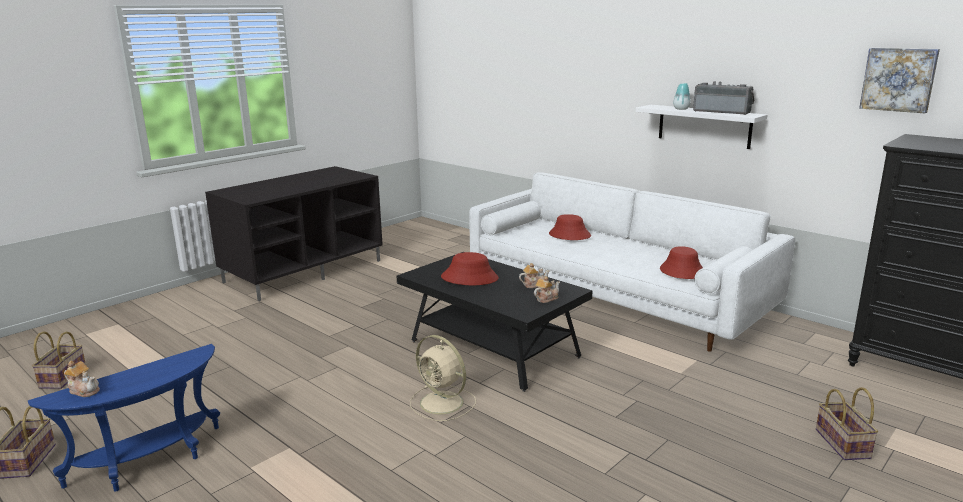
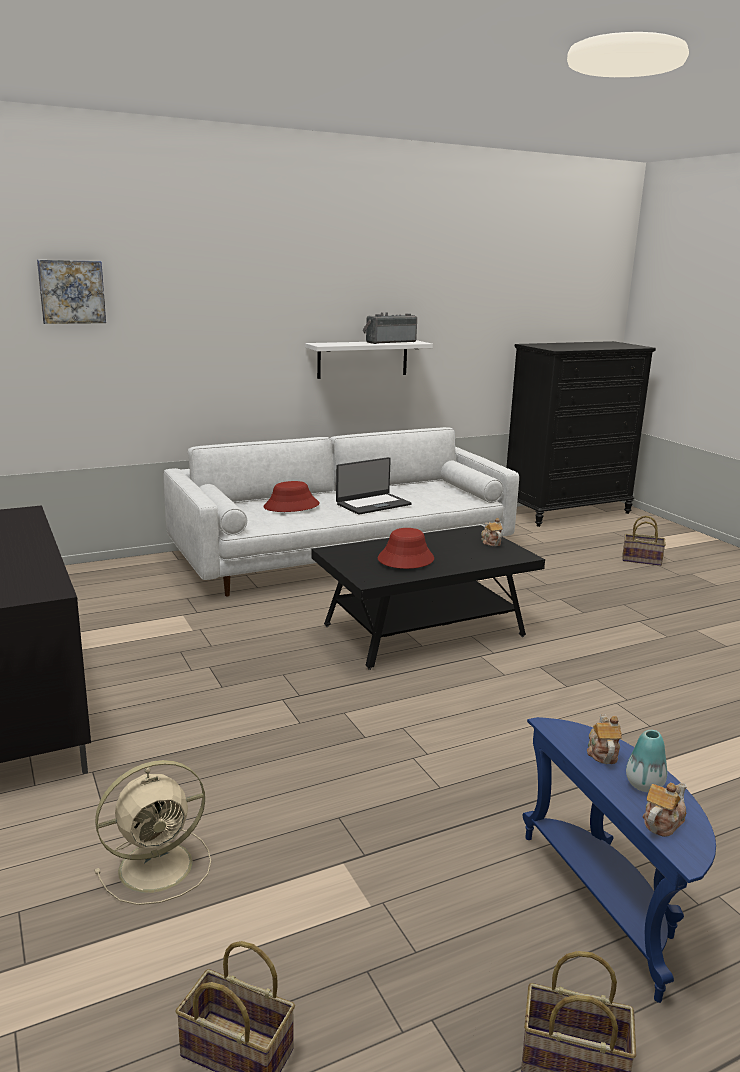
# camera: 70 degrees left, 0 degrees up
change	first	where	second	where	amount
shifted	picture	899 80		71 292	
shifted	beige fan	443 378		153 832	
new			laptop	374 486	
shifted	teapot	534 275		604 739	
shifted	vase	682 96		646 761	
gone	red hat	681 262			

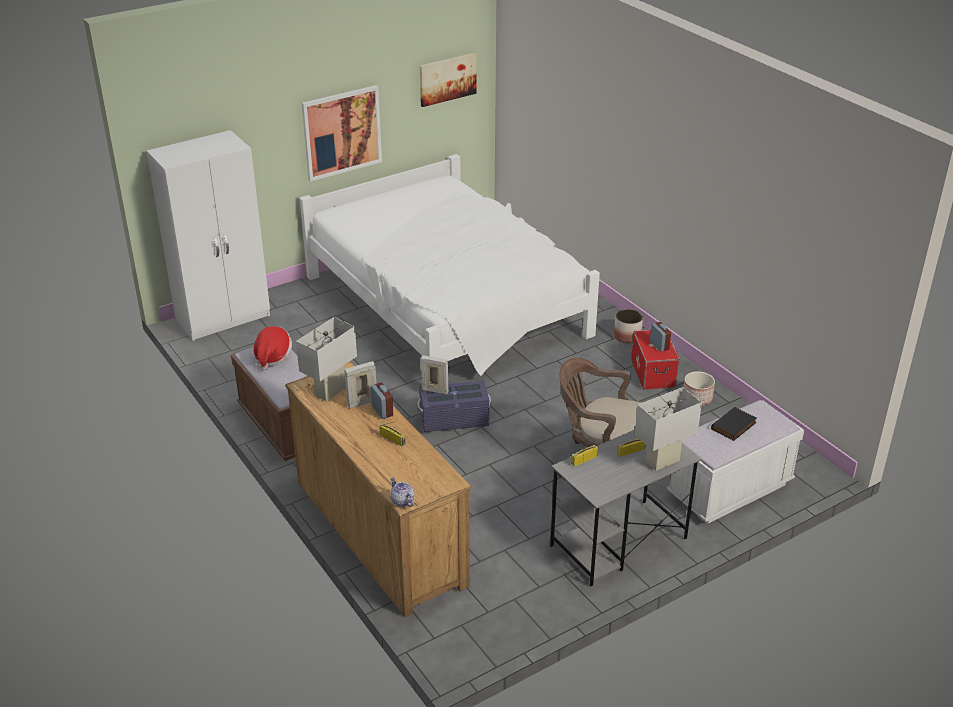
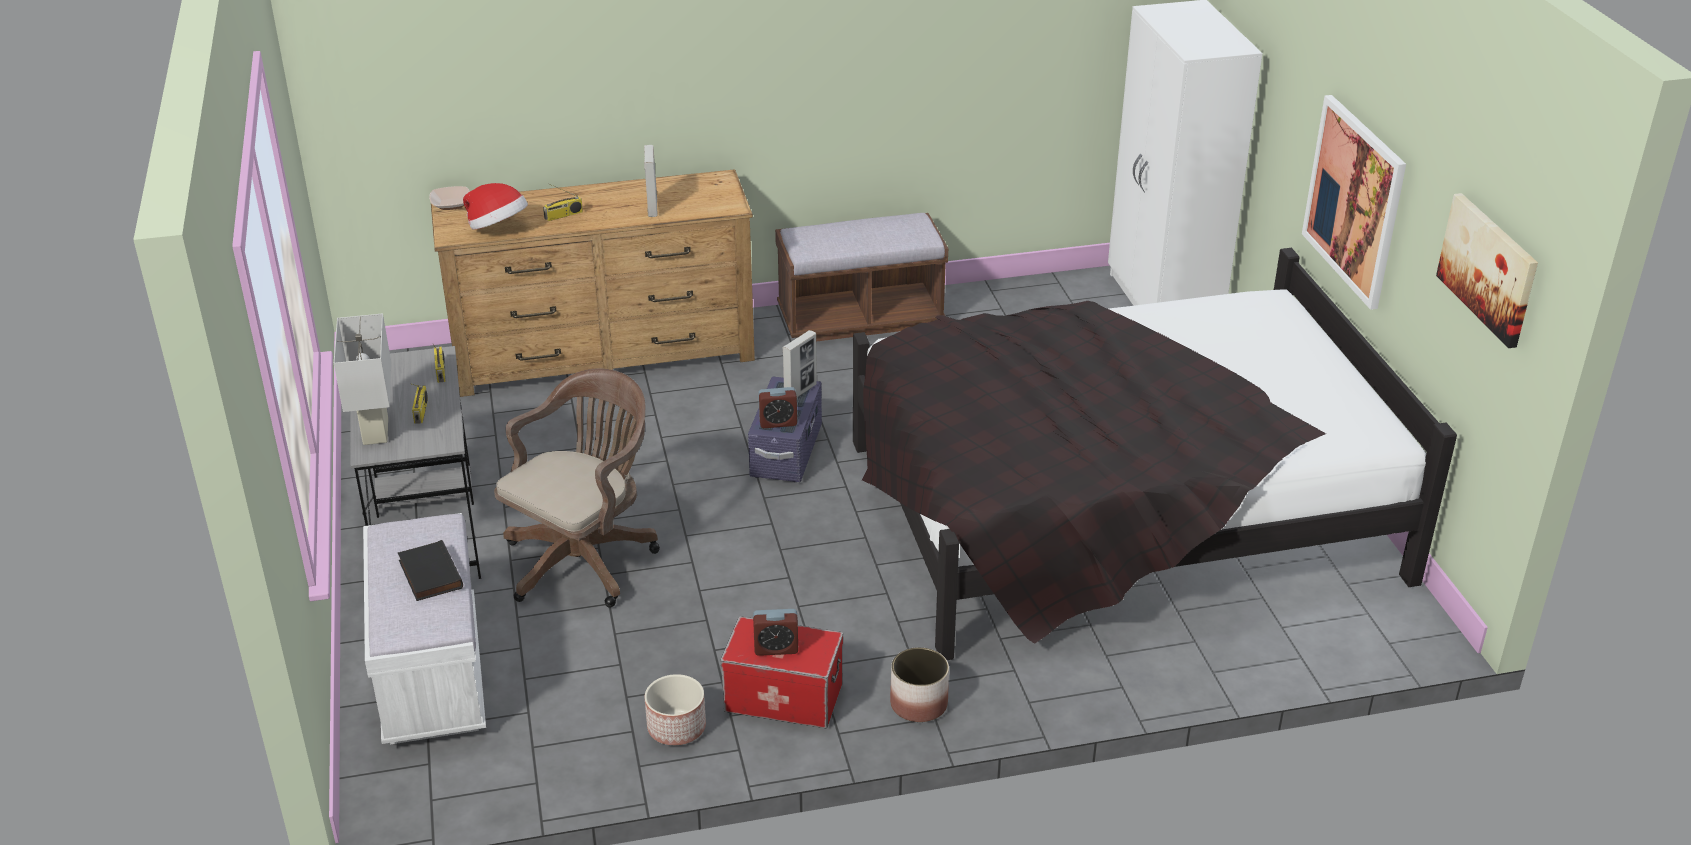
# camera: 110 degrees right, 0 degrees up
change	first	where	second	where	amount
swapped	teapot	402 492	bowl	449 198	
shifted	hat	272 348		495 206	
shifted	alarm clock	382 400		777 407	
repainted	white bed	450 265	black bed	1155 454	
gone	white table lamp	326 359			

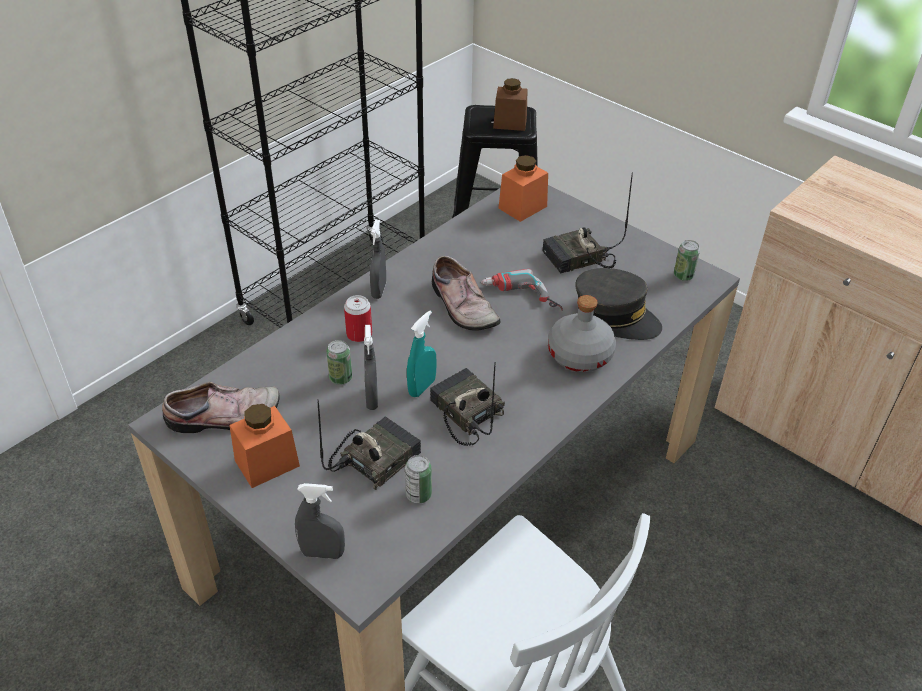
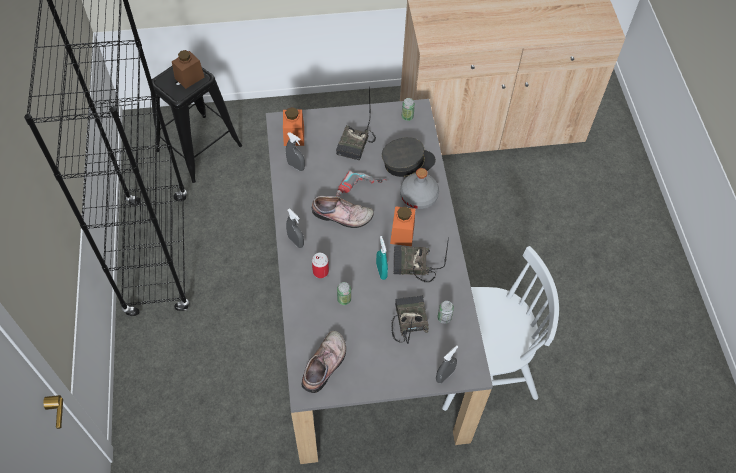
# camera: 50 degrees left, 15 degrees up
change	first	where	second	where	amount
shifted	grey spray bottle	371 367		295 151	
shifted	orange jar	264 446		402 226	

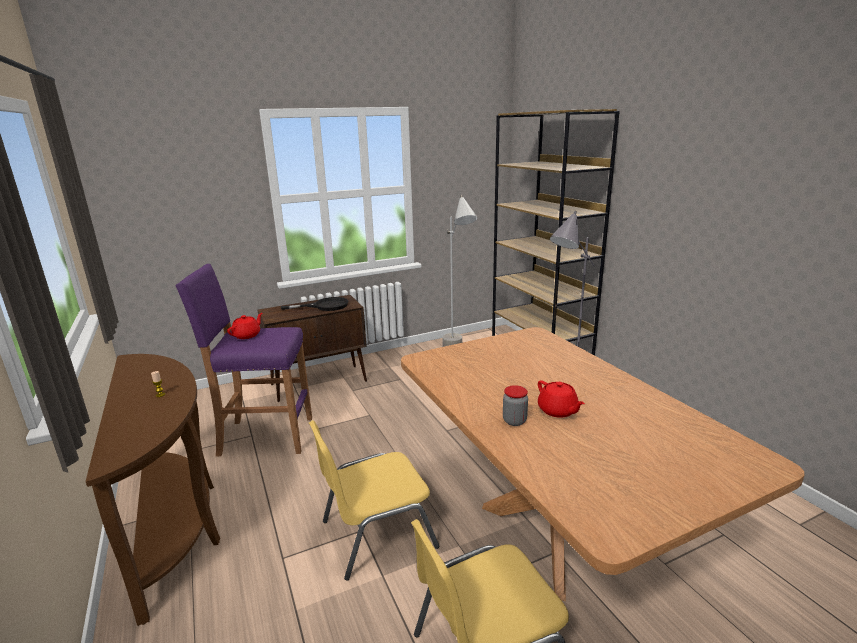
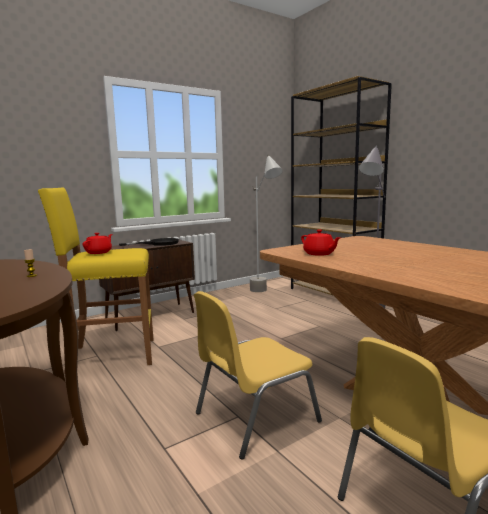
# camera: 10 degrees left, 10 degrees down
change	first	where	second	where	amount
repainted	purple stool	243 360	yellow stool	96 280	
shifted	red teapot	561 399		321 243	
gone	jar	515 405			

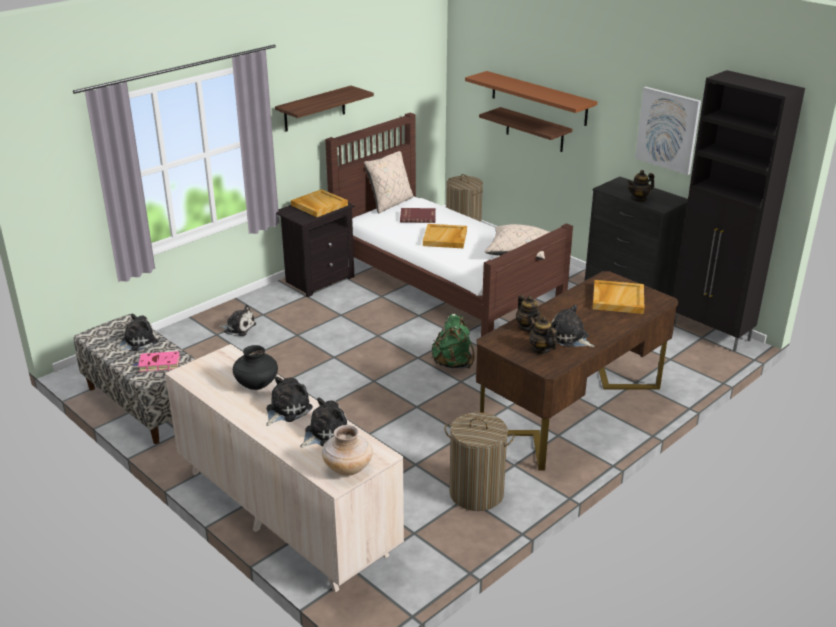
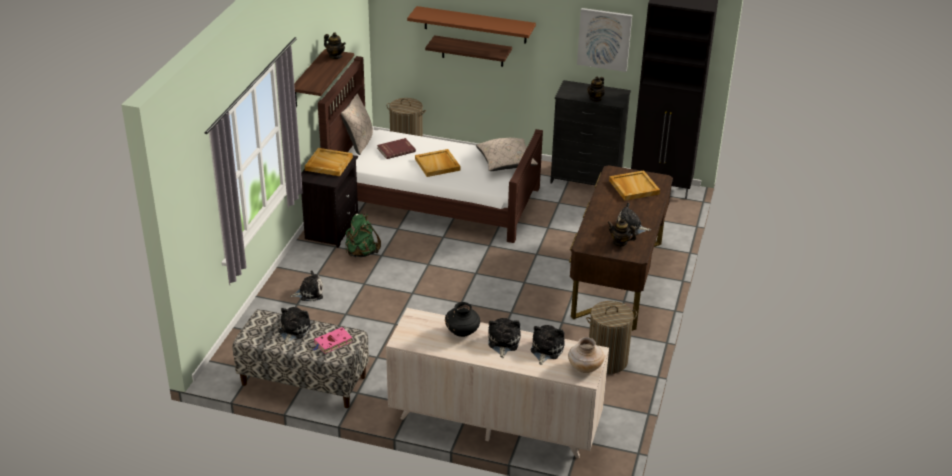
# camera: 30 degrees left, 5 degrees up
change	first	where	second	where	amount
shifted	teapot	528 313		335 45	
shifted	green backpack	453 341		363 235	

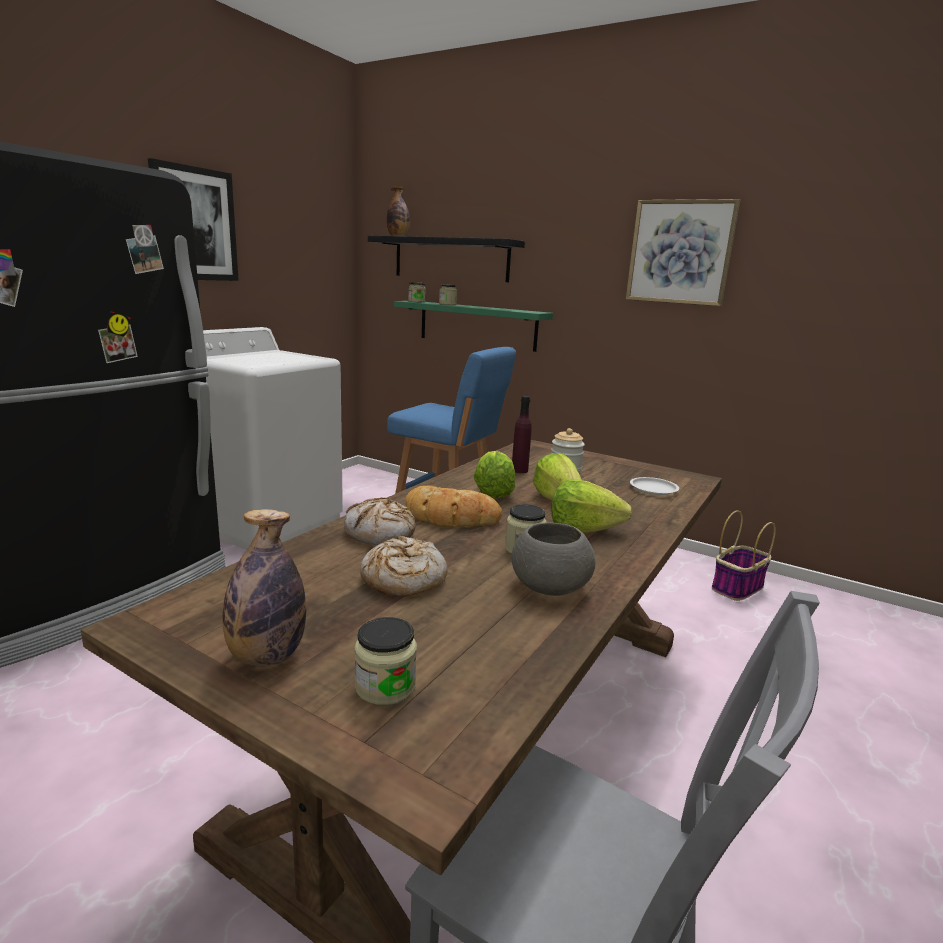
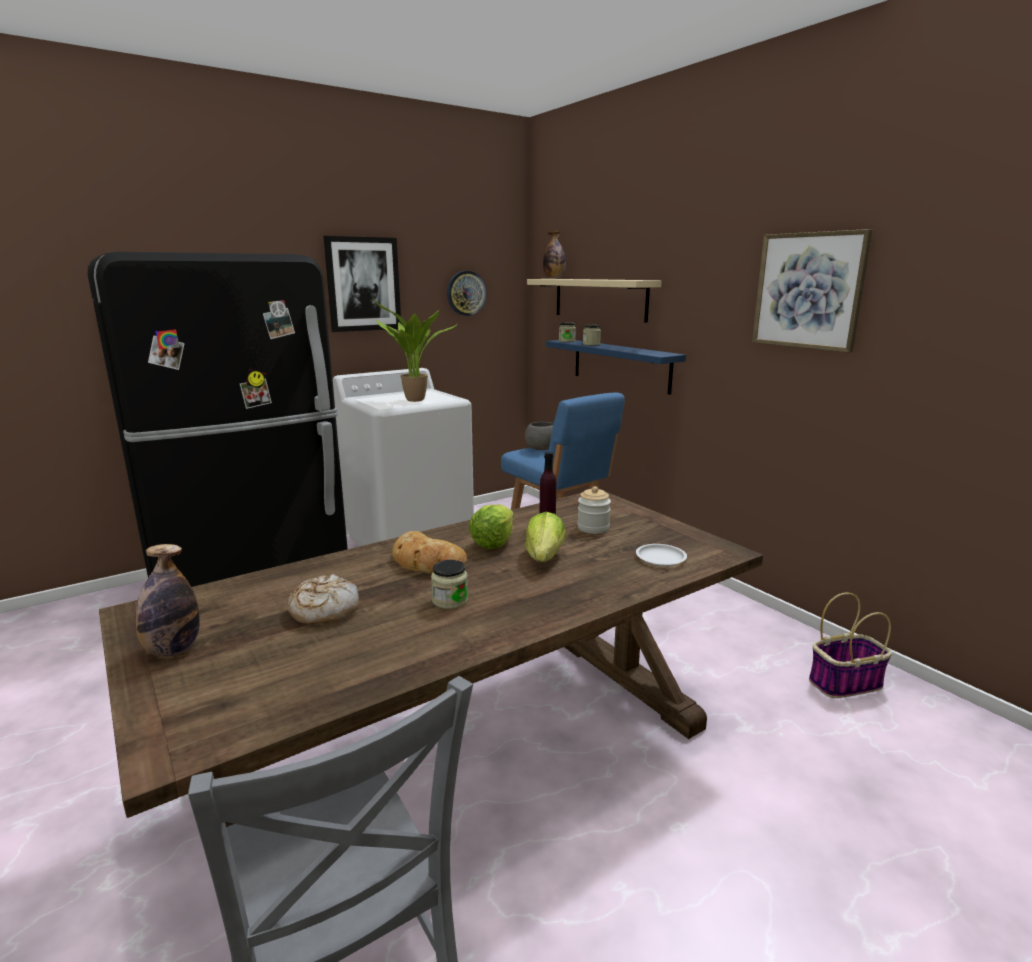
# camera: 25 degrees right, 0 degrees up
change	first	where	second	where	amount
new			potted plant	415 350	
new			wall clock	466 293	
shifted	grey bowl	553 559		539 436	
repainted	black shelf	446 259	beige shelf	594 301	
repainted	green shelf	473 326	blue shelf	616 367	
gone	bread	380 521			
gone	jar	386 661			
gone	lettuce	591 506			

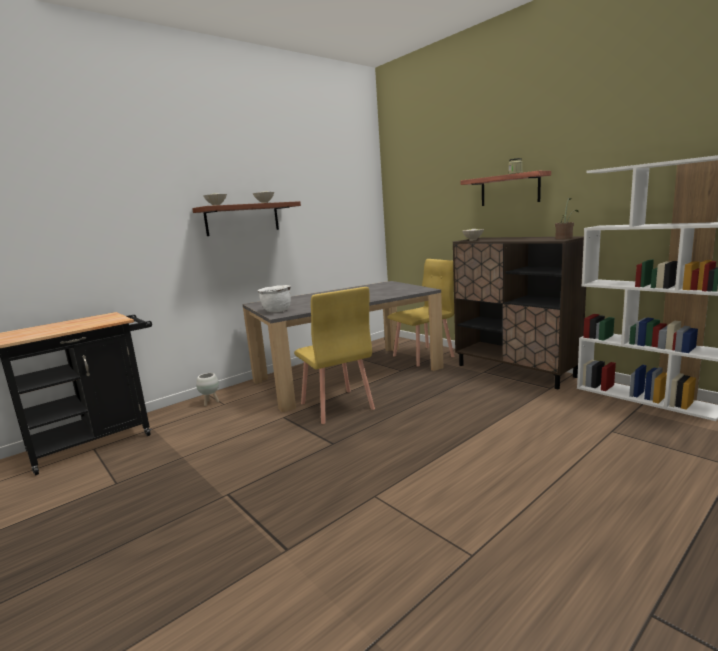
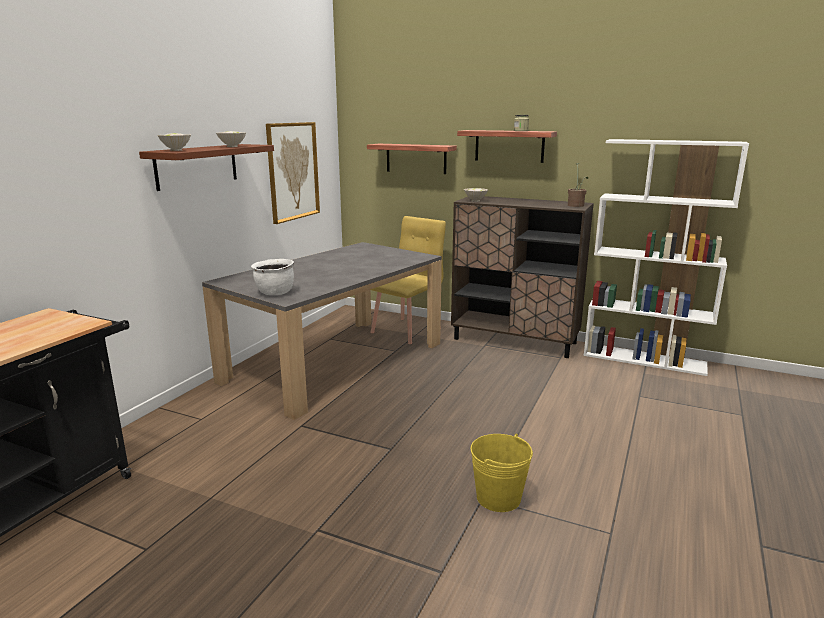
# camera: 25 degrees left, 5 degrees up
change	first	where	second	where	amount
new			picture	293 173	
new			shelf	412 159	
new			yellow bucket	502 472	
gone	white planter	207 389			
gone	yellow chair	334 355			

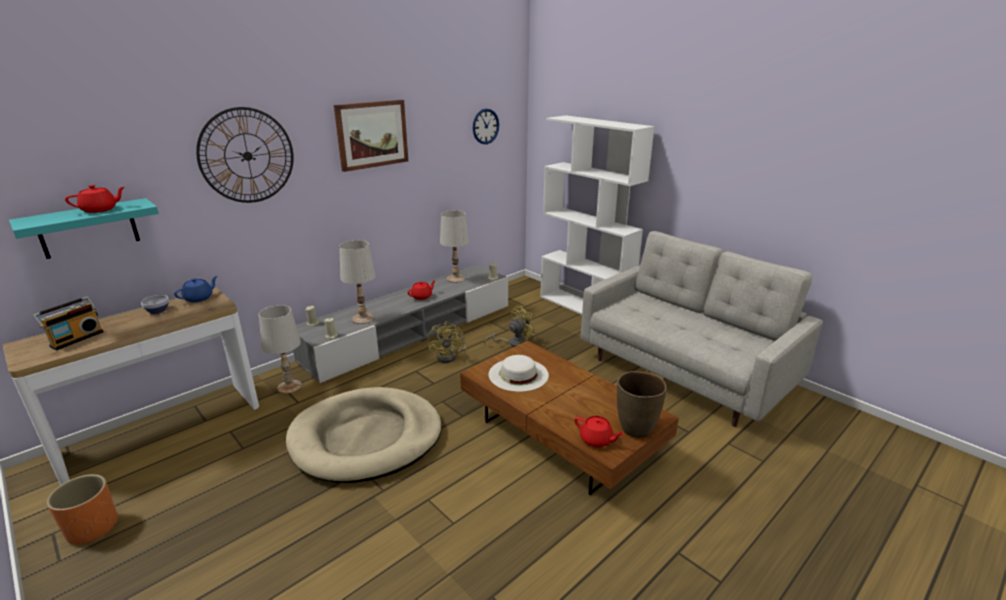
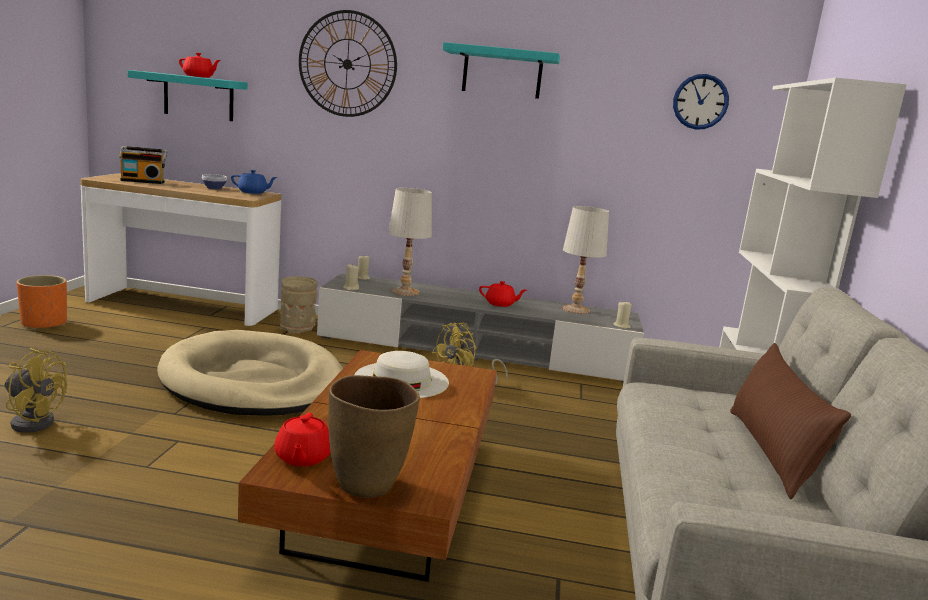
# camera: 50 degrees right, 10 degrees down
change	first	where	second	where	amount
shifted	yellow fan	510 326		35 390	
swapped	white table lamp	280 349	beige vase	299 305	
swapped	picture	371 136	turquoise shelf	501 70	
new			brown pillow	790 421	

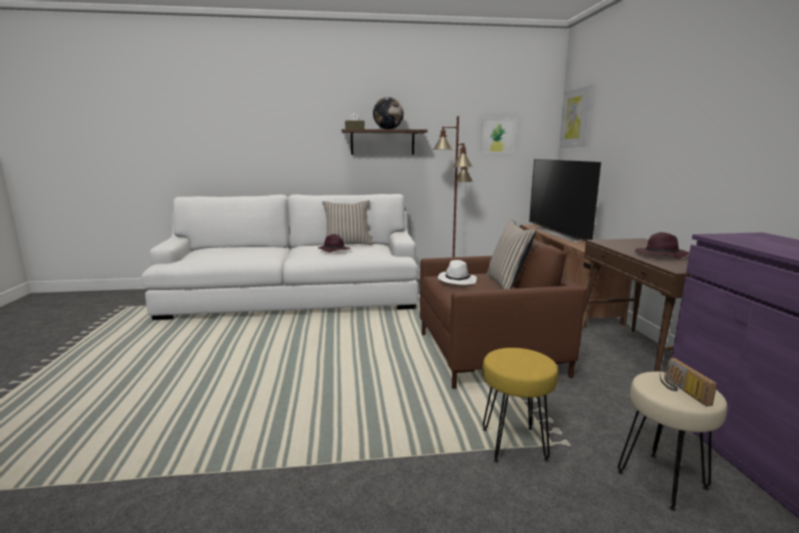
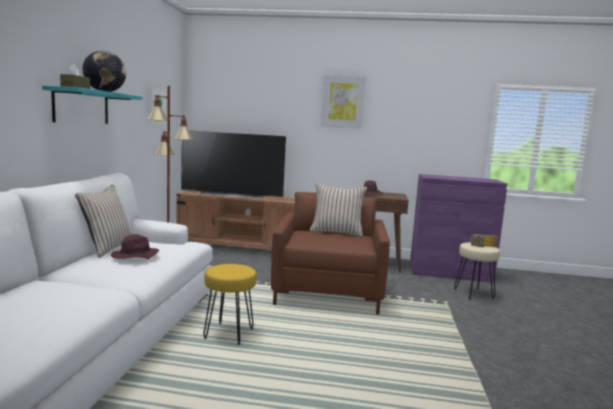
# camera: 75 degrees left, 5 degrees down
change	first	where	second	where	amount
repainted	brown shelf	384 142	turquoise shelf	92 104	
shifted	yellow stool	520 405		230 304	
shifted	picture	575 116		343 101	
gone	white hat	457 272			

